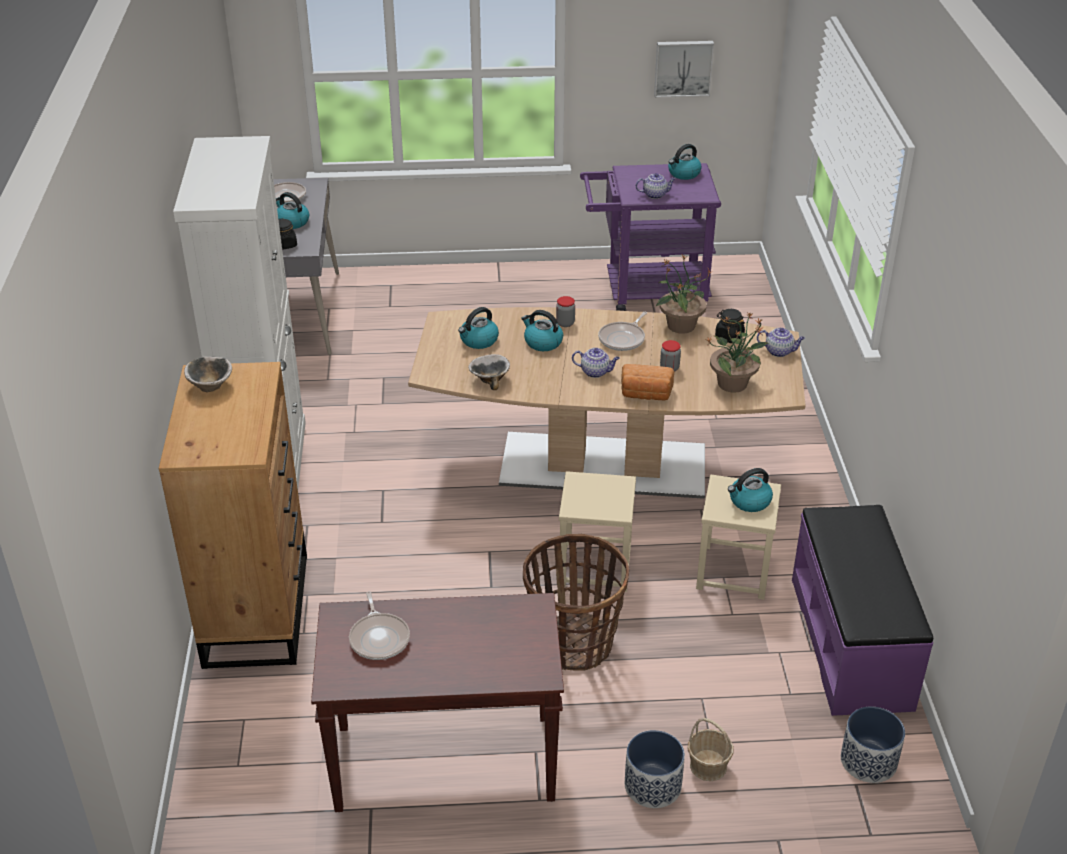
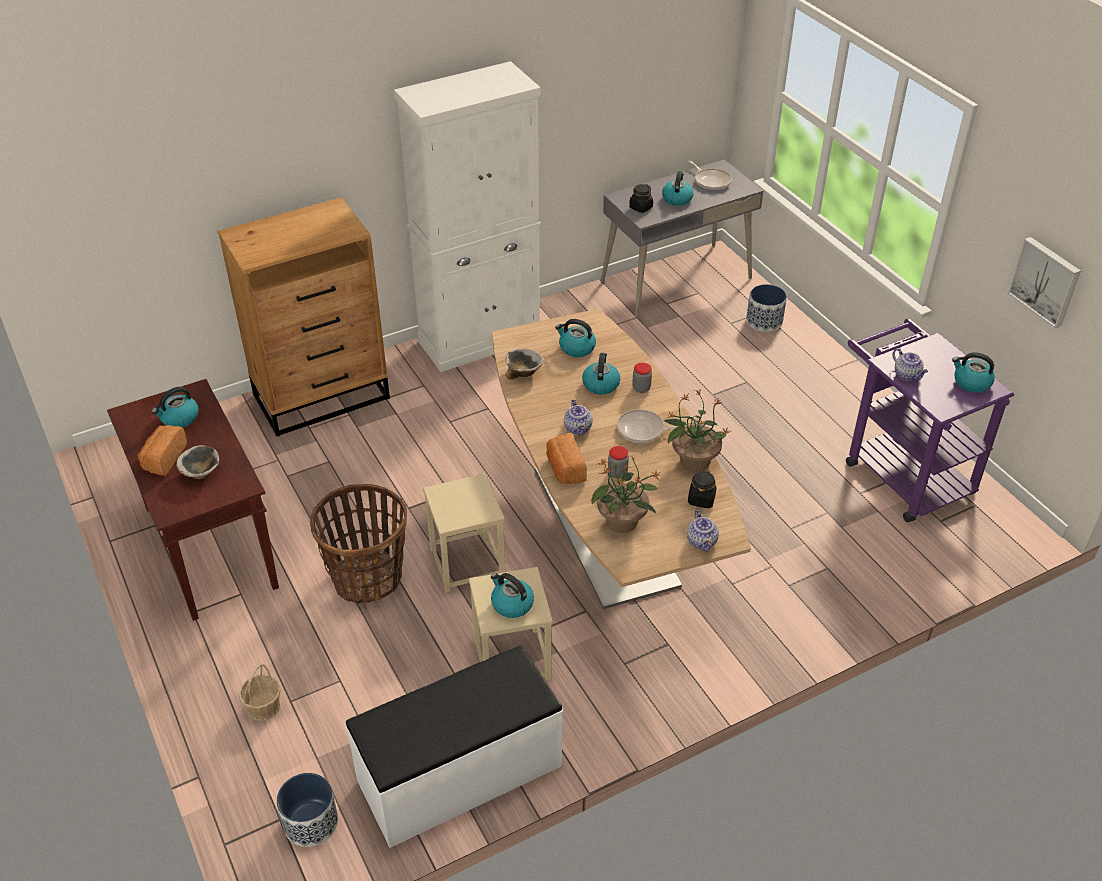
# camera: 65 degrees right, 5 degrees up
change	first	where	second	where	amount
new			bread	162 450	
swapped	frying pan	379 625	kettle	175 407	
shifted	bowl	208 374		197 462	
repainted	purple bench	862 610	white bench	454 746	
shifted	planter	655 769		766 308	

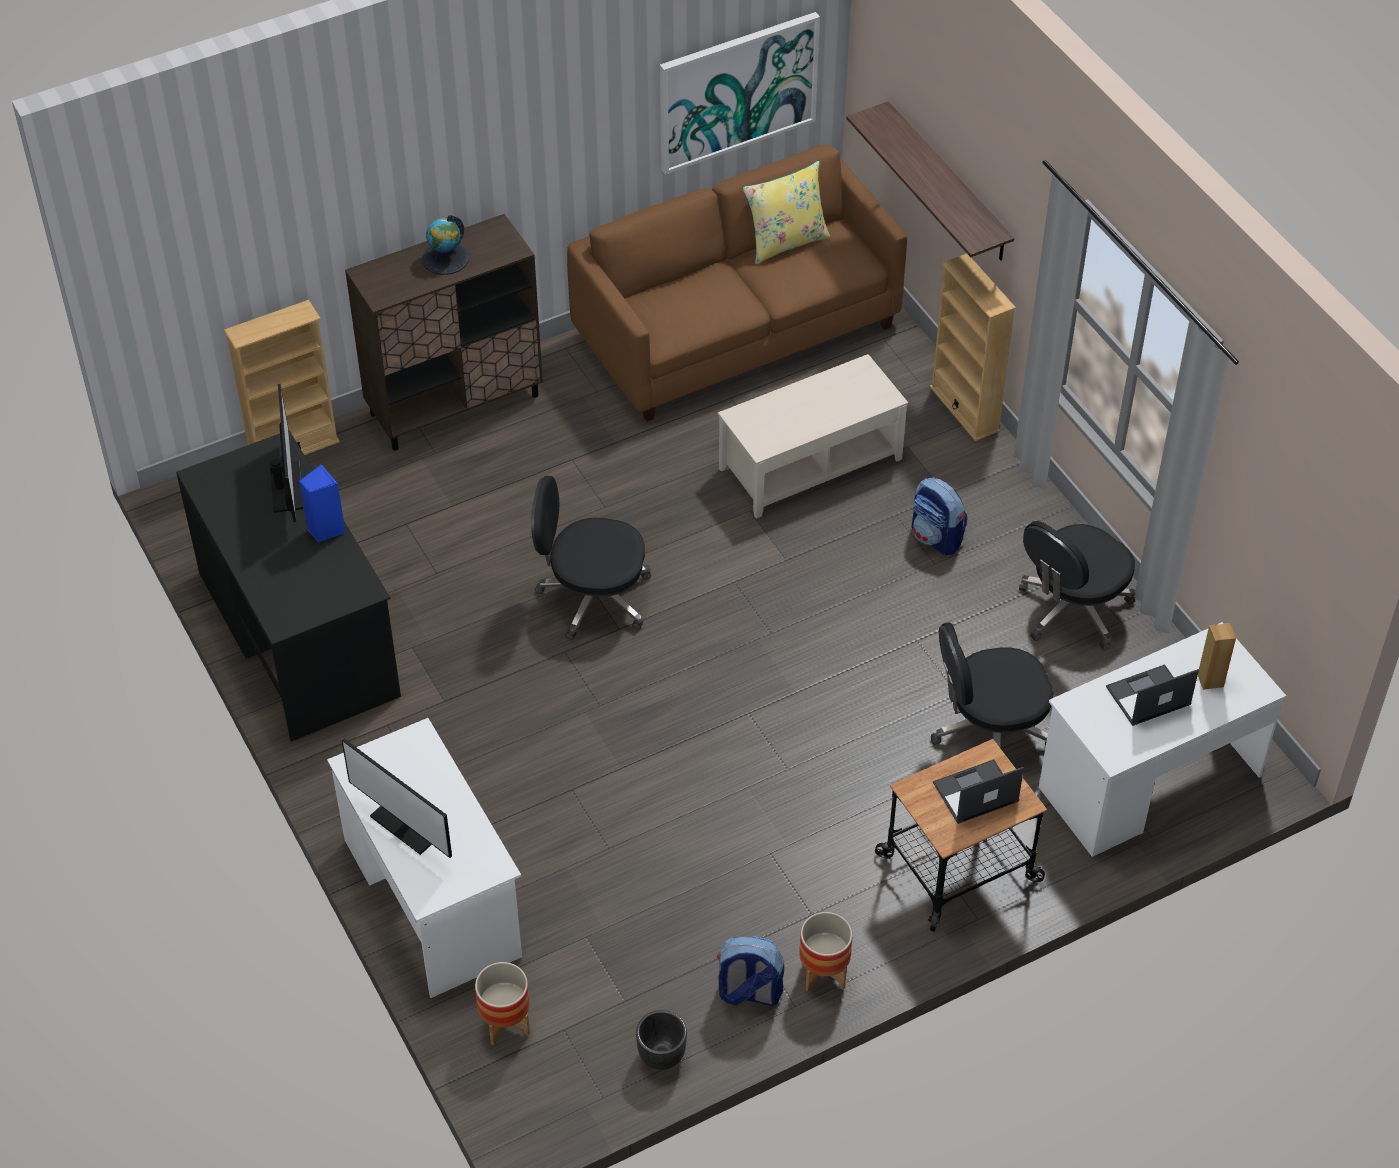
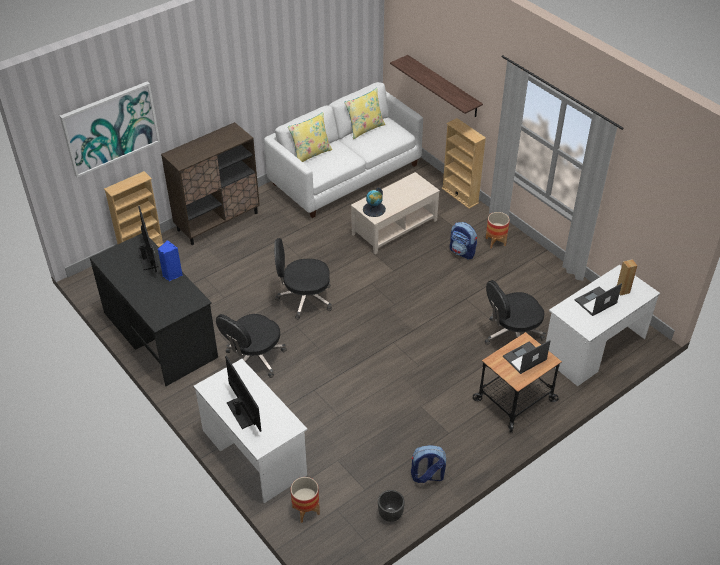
# camera: 10 degrees left, 5 degrees down
change	first	where	second	where	amount
shifted	picture	740 93		110 129	
shifted	black office chair	1077 585		251 346	
rotated	monitor	397 798		243 393	150 degrees counterclockwise
repainted	brown sofa	737 283	white sofa	343 150	
new			yellow pillow	310 137	
shifted	globe	445 245		374 202	
shifted	planter	826 952		498 230	

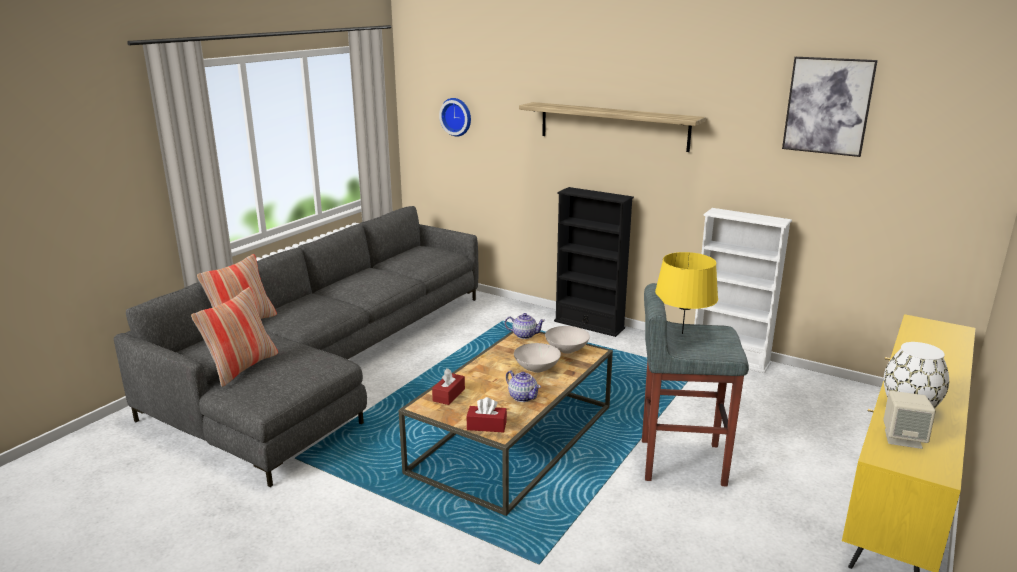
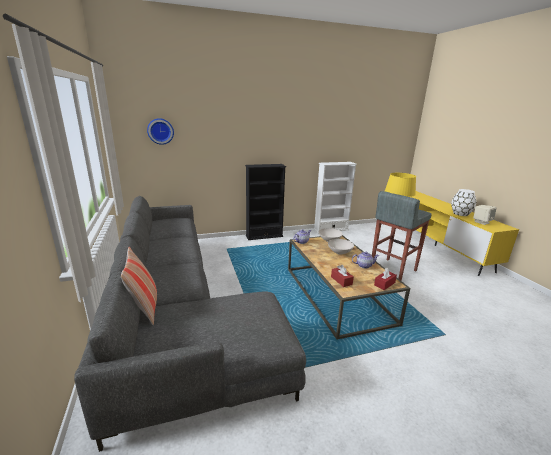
# camera: 50 degrees left, 0 degrees up
change	first	where	second	where	amount
gone	pillow	234 337			
gone	shelf	612 127			
gone	picture	830 107			

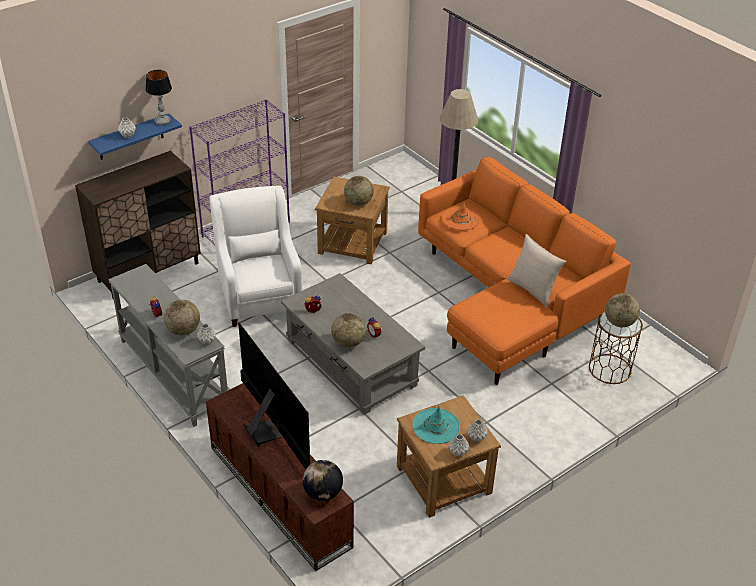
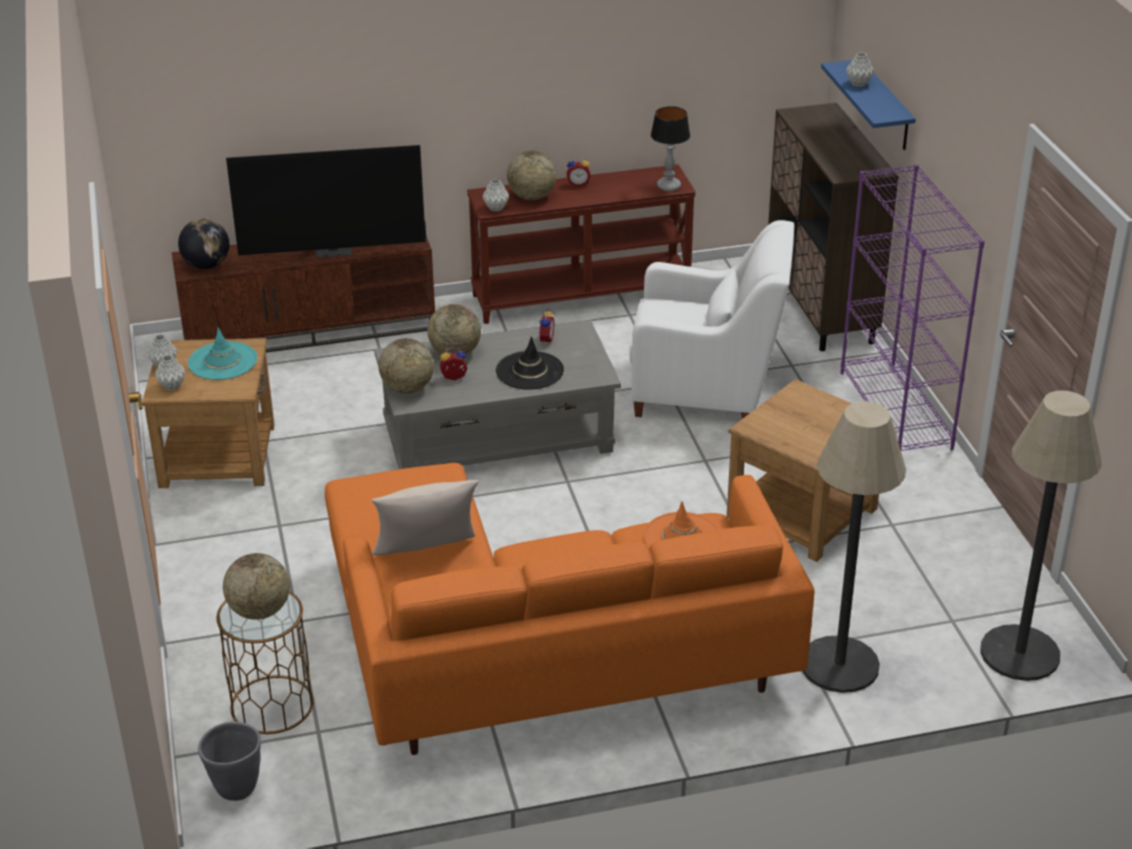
# camera: 115 degrees right, 5 degrees down
change	first	where	second	where	amount
new			grey planter	229 761	
shifted	globe	359 191		406 366	
repainted	grey console table	168 345	brown console table	581 244	
new			black hat	530 363	
shifted	table lamp	158 97		670 148	
new			floor lamp	1041 535	

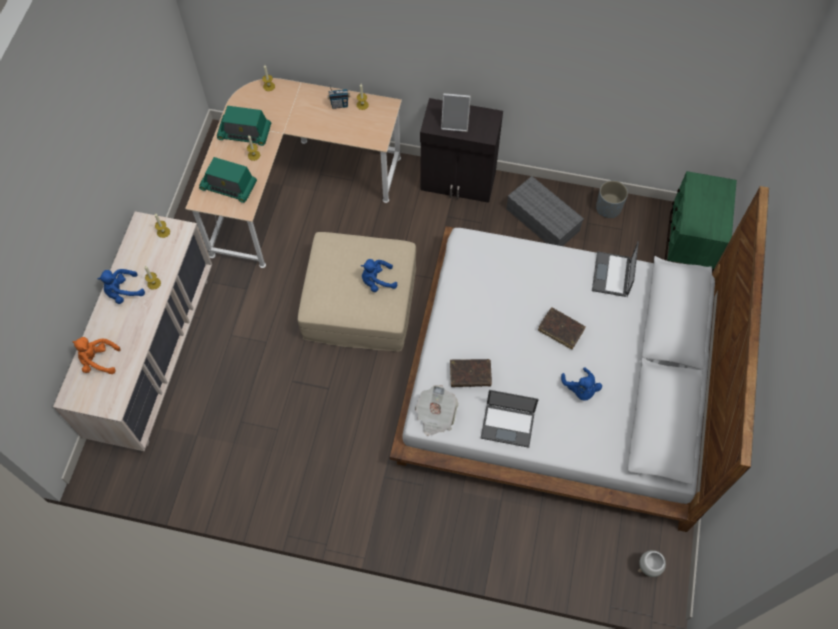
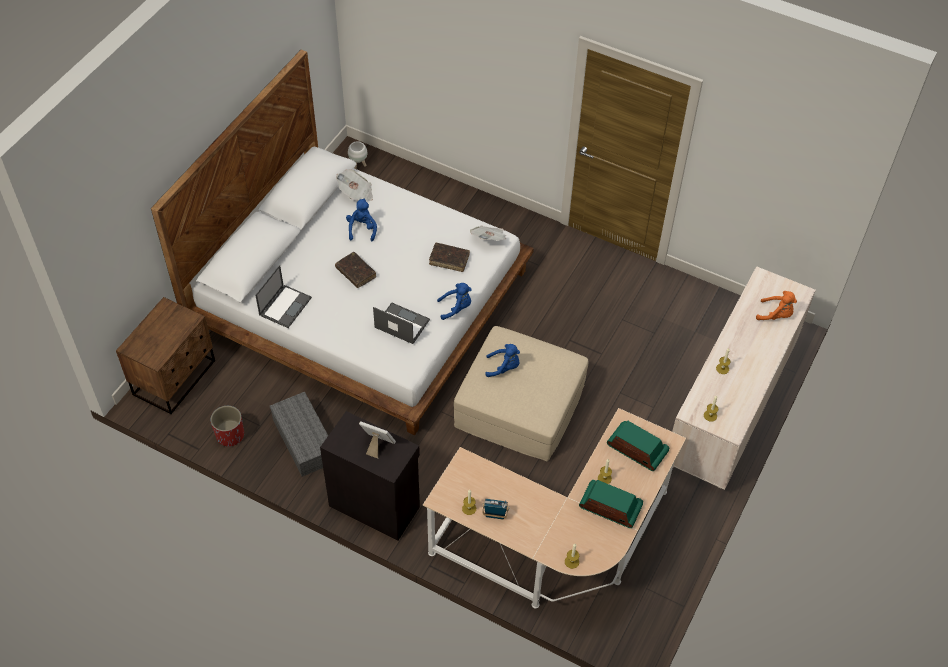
# camera: 165 degrees left, 10 degrees down
change	first	where	second	where	amount
repainted	green nightstand	701 221	brown nightstand	165 355	
repainted	grey planter	612 199	red planter	227 426	
new			newspaper	354 185	
shifted	laptop	509 419		401 323	
shifted	blue plush toy	121 286		454 301	

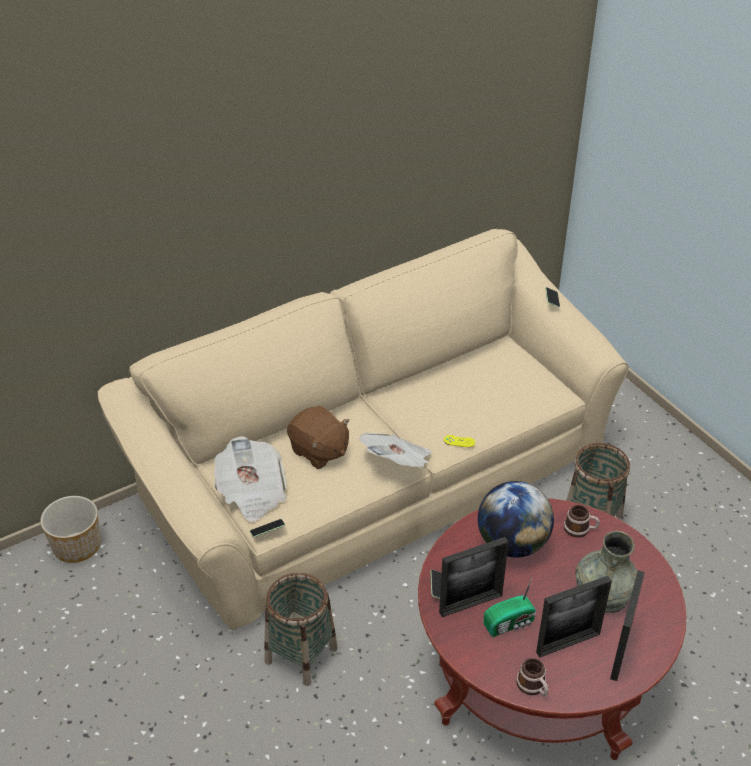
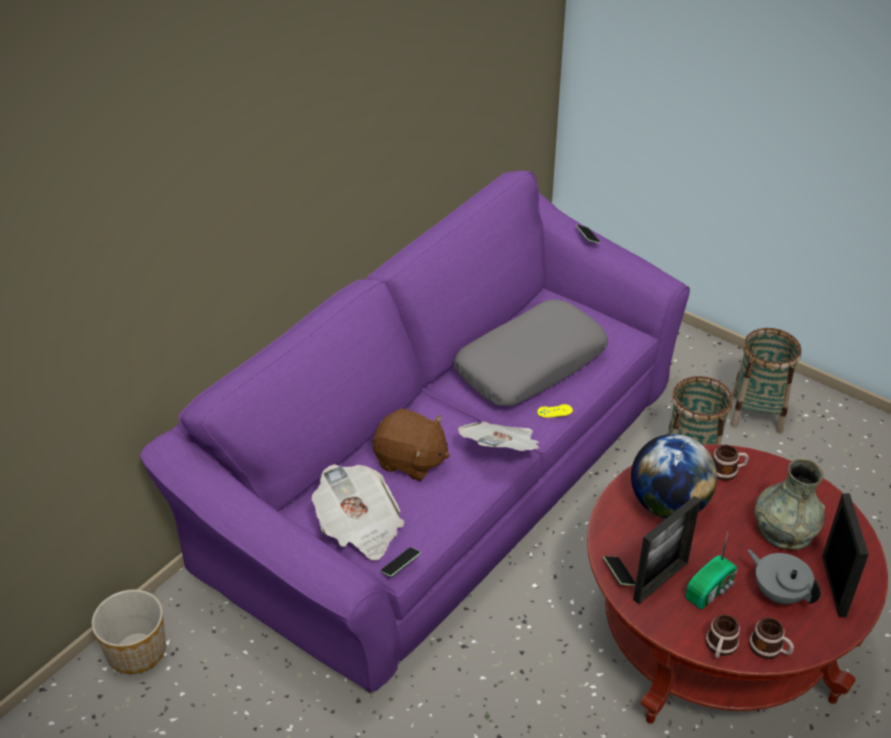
# camera: 20 degrees left, 0 degrees up
change	first	where	second	where	amount
repainted	beige sofa	363 429	purple sofa	415 432	
new			grey pillow	531 353	
new			mug	723 636	
shifted	basket	300 629		766 381	
swapped	picture frame	574 616	grey teapot	784 576	

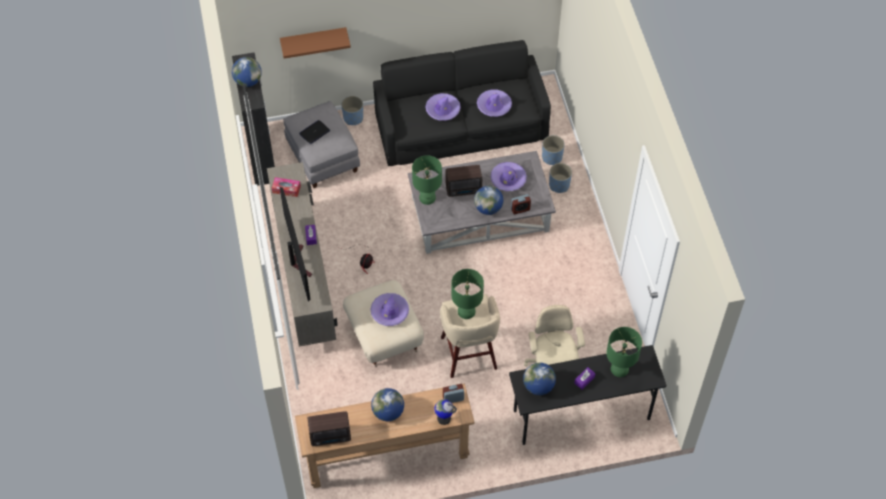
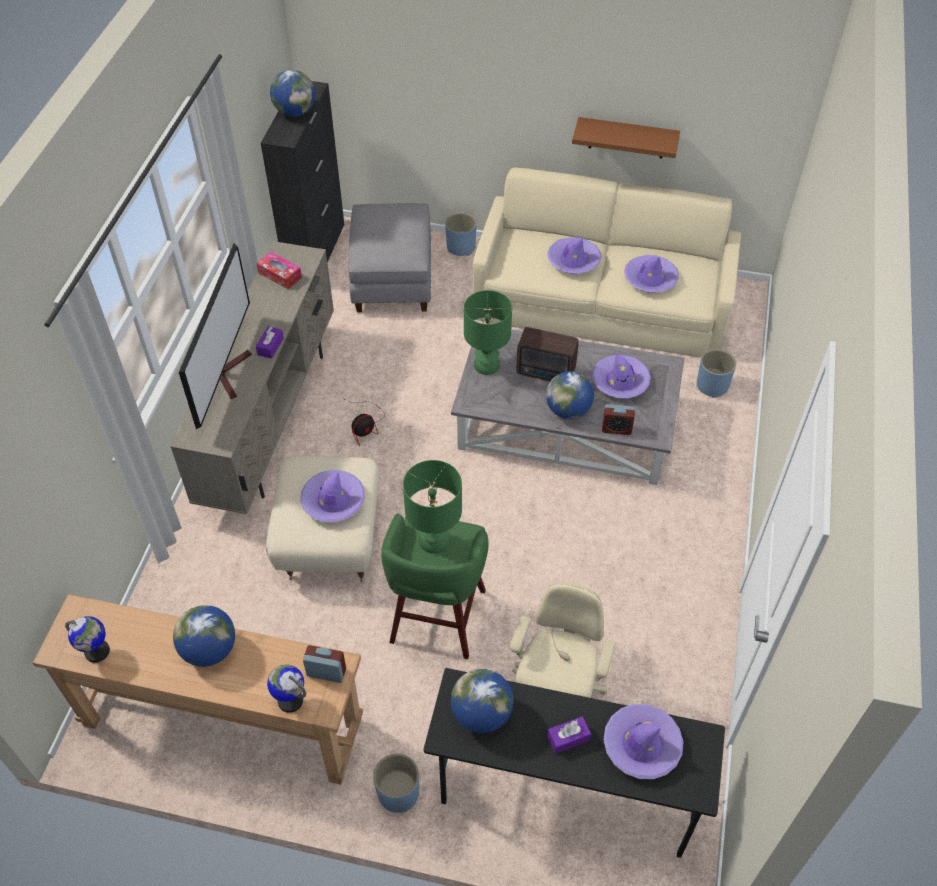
# camera: 25 degrees right, 5 degrees down
change	first	where	second	where	amount
swapped	radio	329 428	globe	87 639	
shifted	blue planter	560 178		396 783	
repainted	beige stool	470 336	green stool	435 586	
repainted	black sofa	462 103	beige sofa	607 262	
shifted	brown shelf	315 43		626 137	
swapped	green table lamp	624 352	purple hat	643 741	
gone	laptop	314 132			

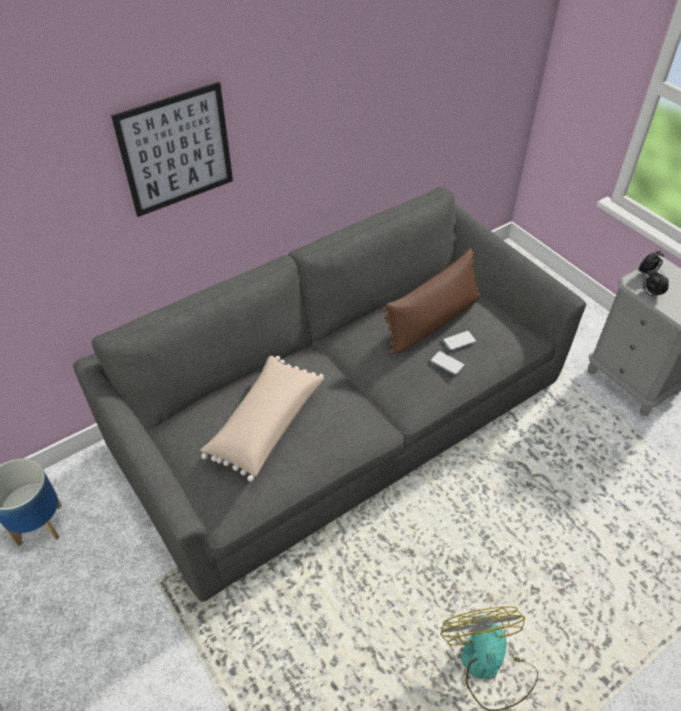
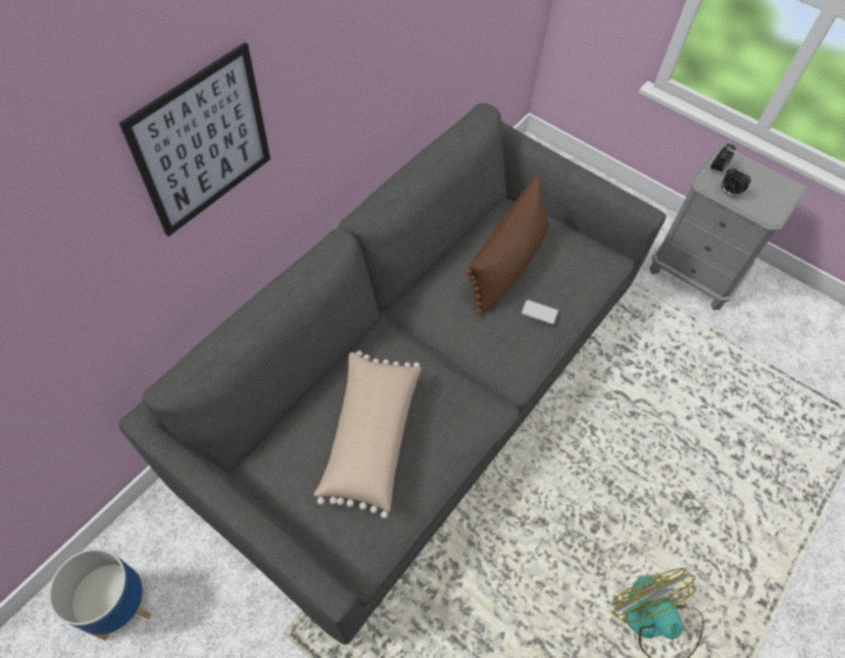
# camera: 20 degrees left, 10 degrees up
change	first	where	second	where	amount
gone	phone	459 340			

